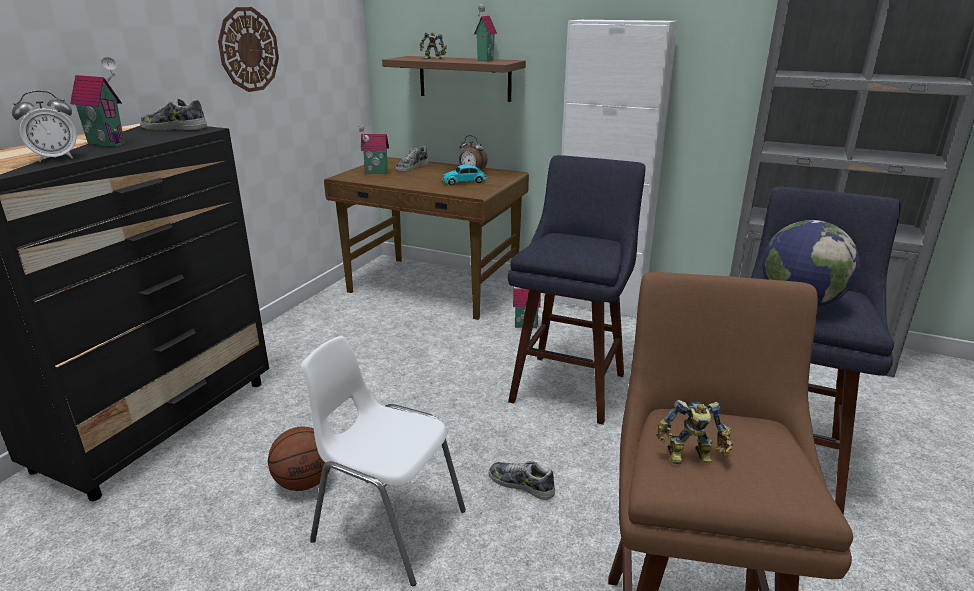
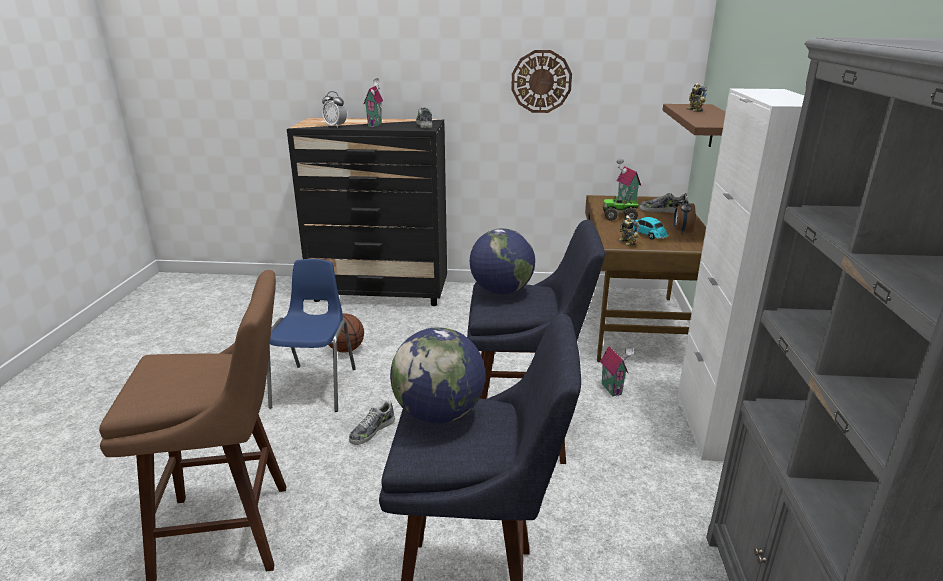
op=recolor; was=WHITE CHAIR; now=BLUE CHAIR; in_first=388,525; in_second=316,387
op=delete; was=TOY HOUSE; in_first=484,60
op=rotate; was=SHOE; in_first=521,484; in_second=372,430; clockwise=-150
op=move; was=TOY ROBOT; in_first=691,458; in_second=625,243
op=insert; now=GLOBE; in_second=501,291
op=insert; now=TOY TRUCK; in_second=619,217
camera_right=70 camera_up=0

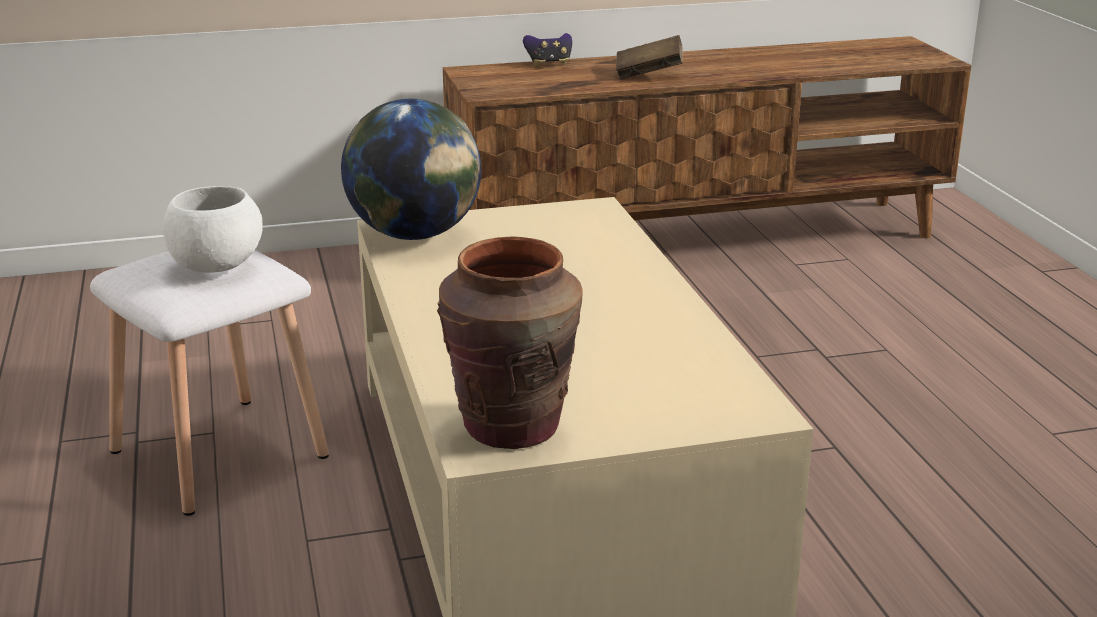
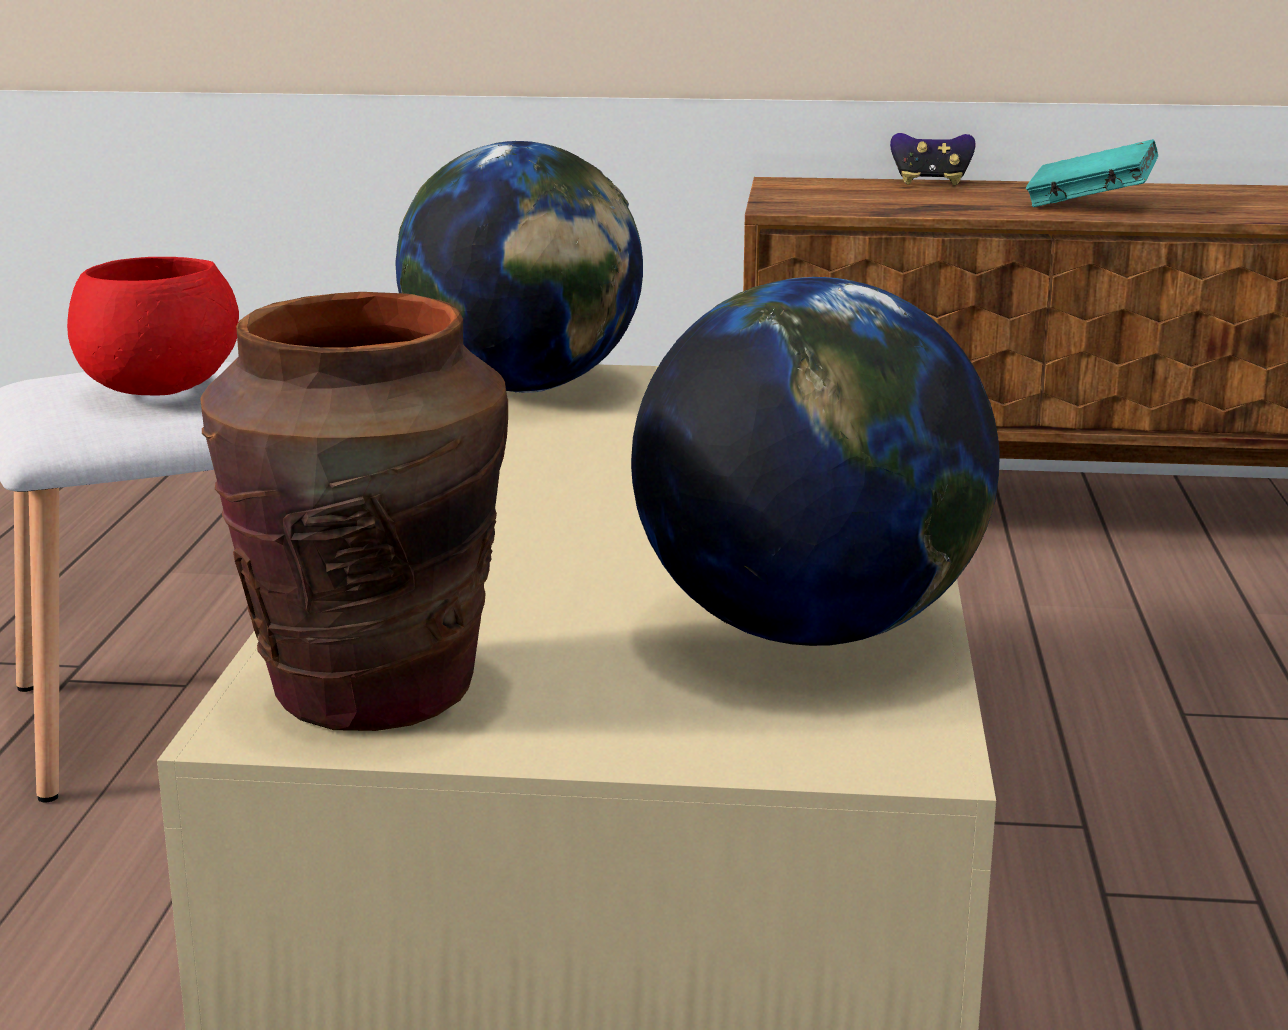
op=recolor; was=WHITE BOWL; now=RED BOWL; in_first=218,267; in_second=162,391
op=recolor; was=BROWN BOOK; now=TURQUOISE BOOK; in_first=648,75; in_second=1089,205
op=insert; now=GLOBE; in_second=808,632
camera_right=20 camera_up=-5

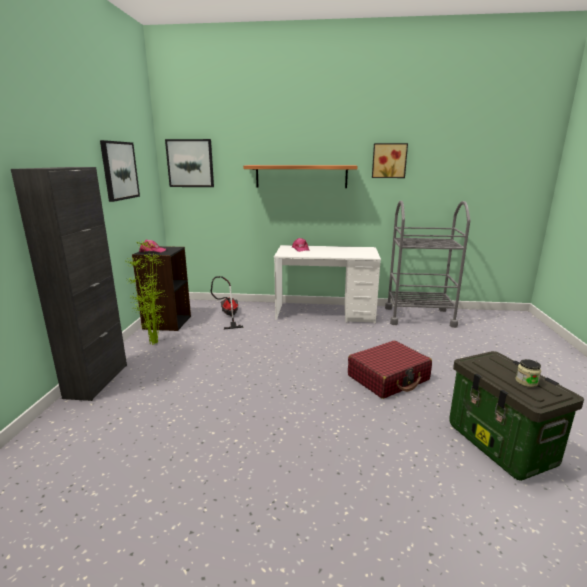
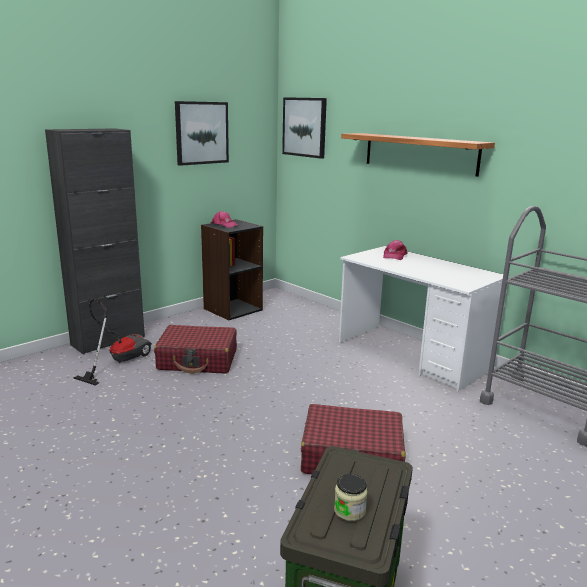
op=delete; was=POTTED PLANT; in_first=155,343
op=move; was=VACUUM CLEANER; in_first=228,316; in_second=118,361
op=delete; was=PICTURE; in_first=389,160
op=insert; now=RED SUITCASE; in_second=198,360
camera_right=40 camera_up=0

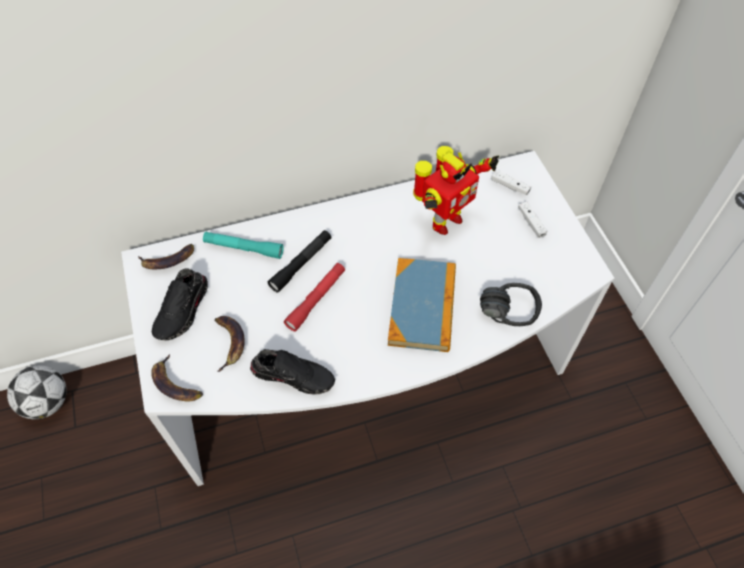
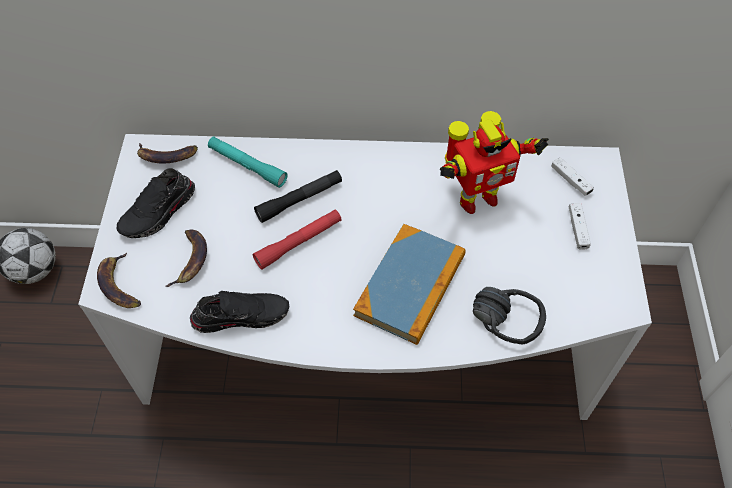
op=rotate; was=BLACK SHOE; in_first=294,374; in_second=241,315; clockwise=-45
camera_right=20 camera_up=0

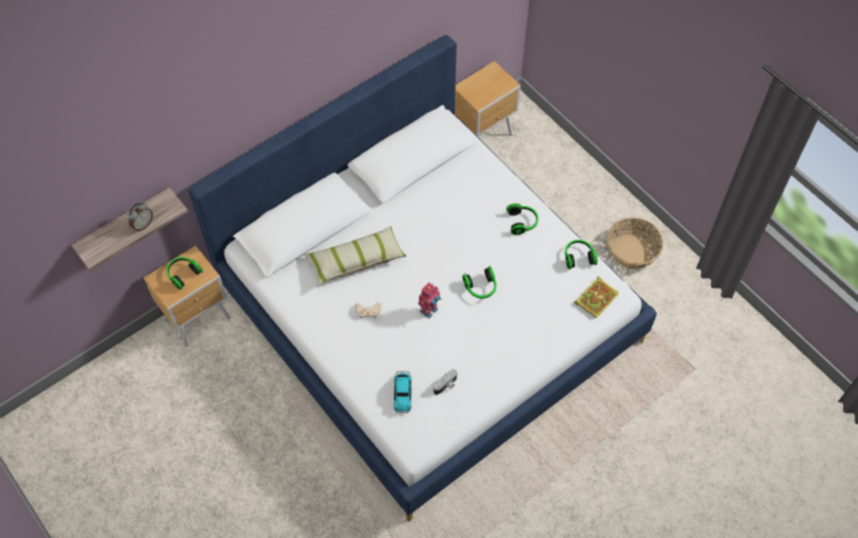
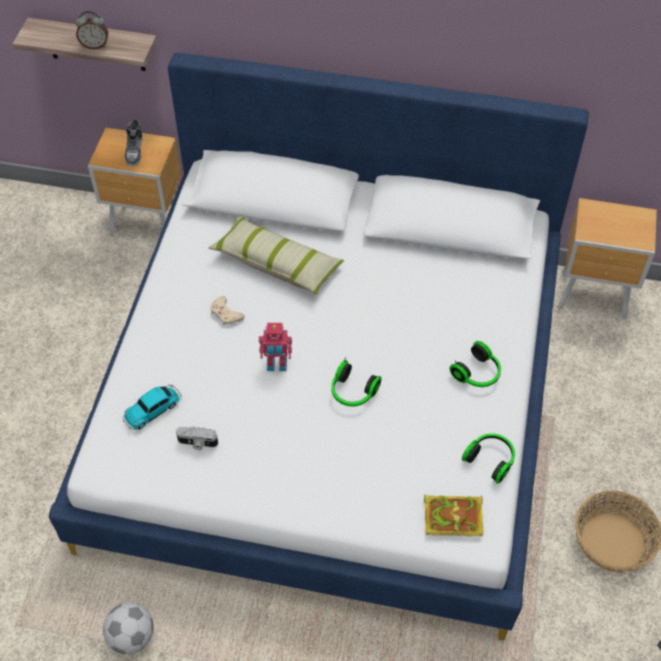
op=replace; was=HEADPHONES; now=SHOE; in_first=183,274; in_second=135,150
op=insert; now=FOOTBALL; in_second=131,637
camera_right=50 camera_up=-5

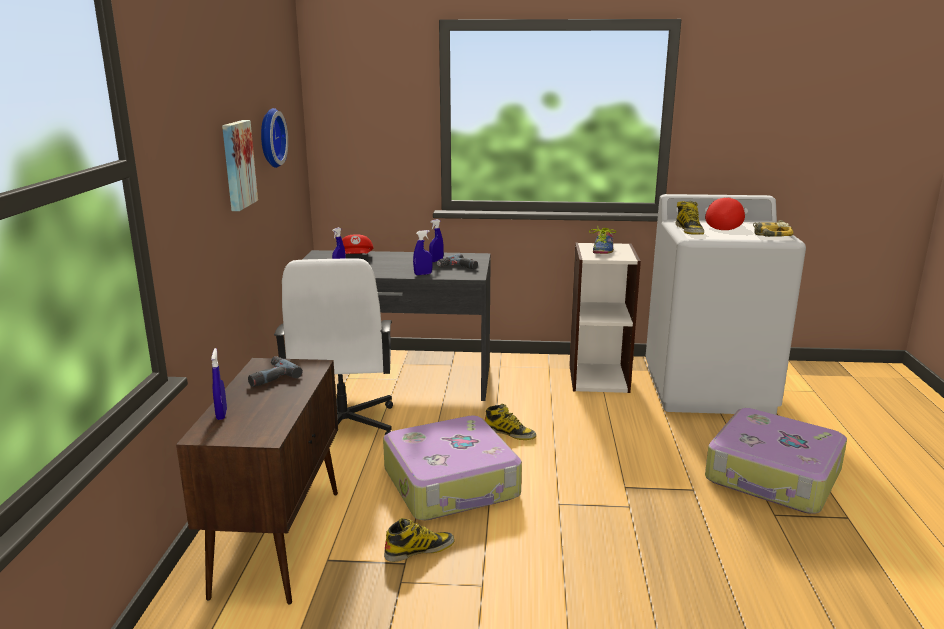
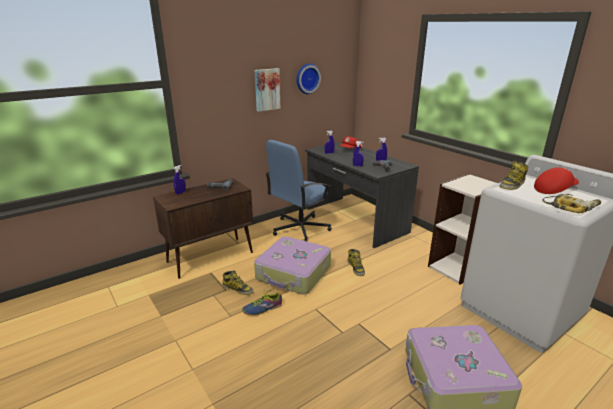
op=recolor; was=WHITE OFFICE CHAIR; now=BLUE OFFICE CHAIR; in_first=342,426; in_second=299,229
op=move; was=SHOE; in_first=603,249; in_second=263,308
camera_right=50 camera_up=5

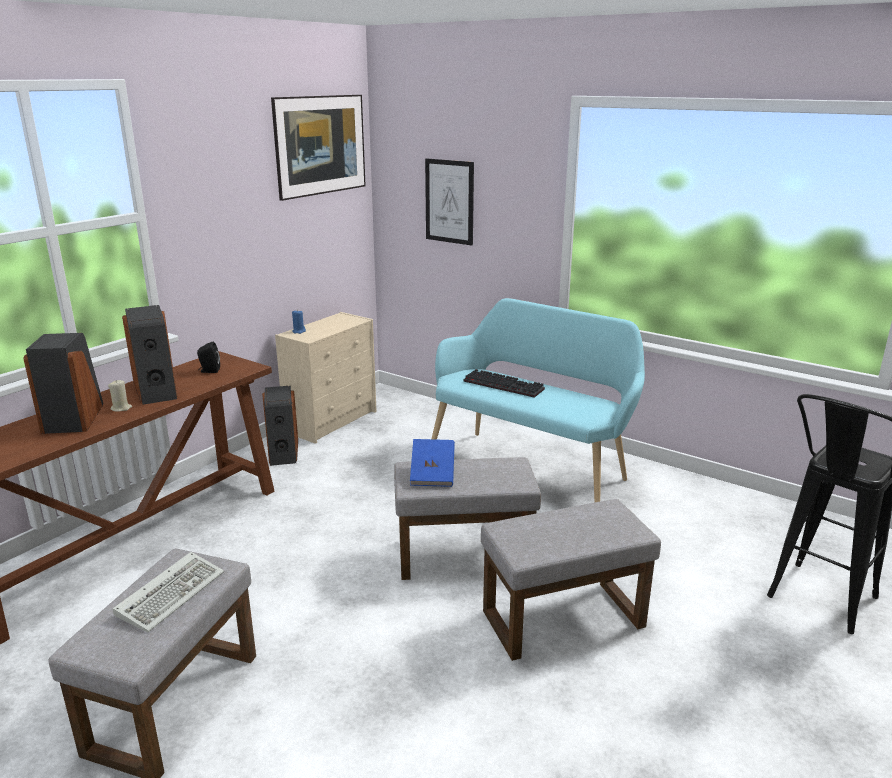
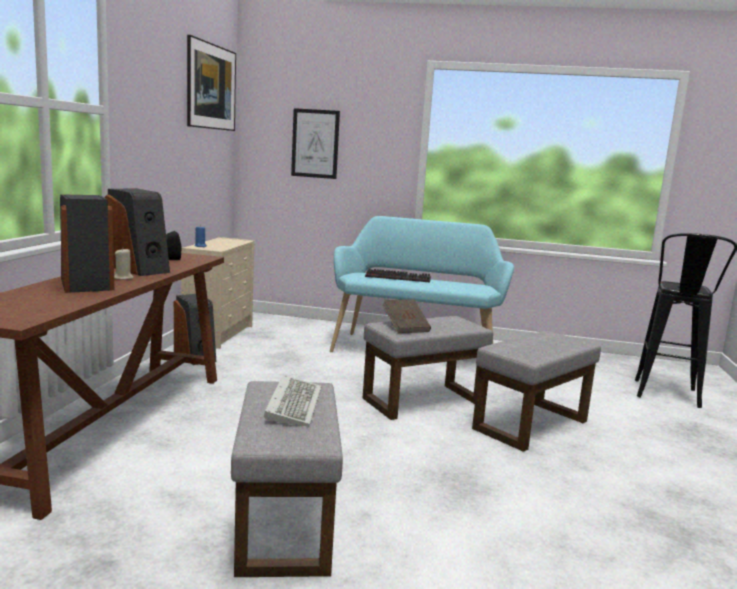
op=recolor; was=BLUE BOOK; now=BROWN BOOK; in_first=432,475; in_second=405,327
camera_right=-25 camera_up=-10

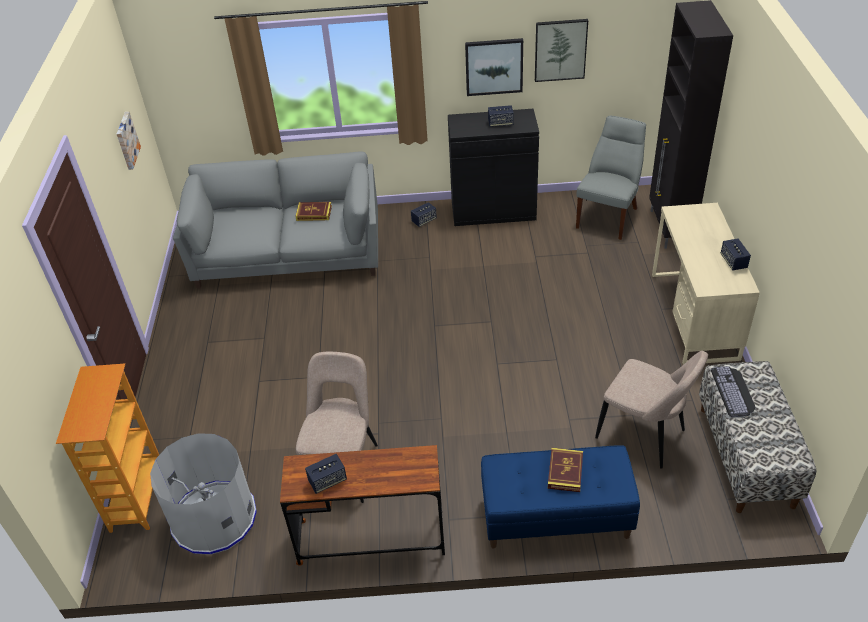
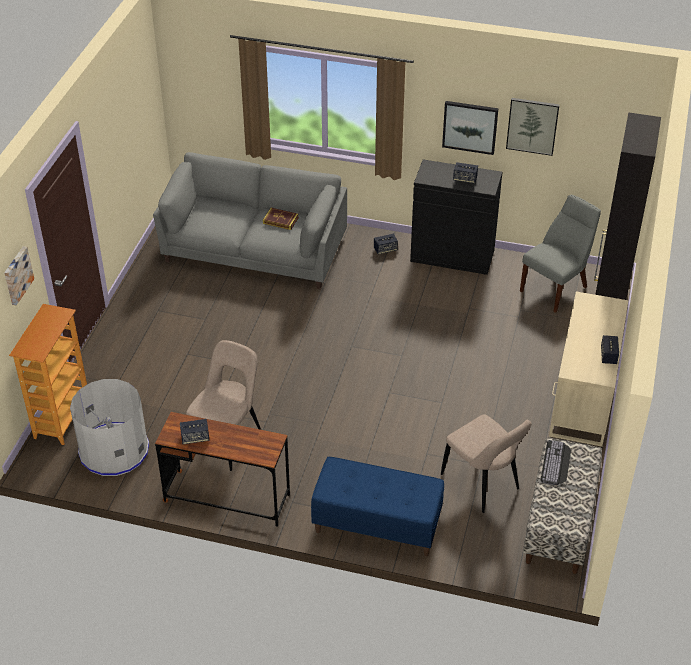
op=move; was=PICTURE; in_first=126,140; in_second=17,275
op=delete; was=BOOK; in_first=565,471
camera_right=15 camera_up=0

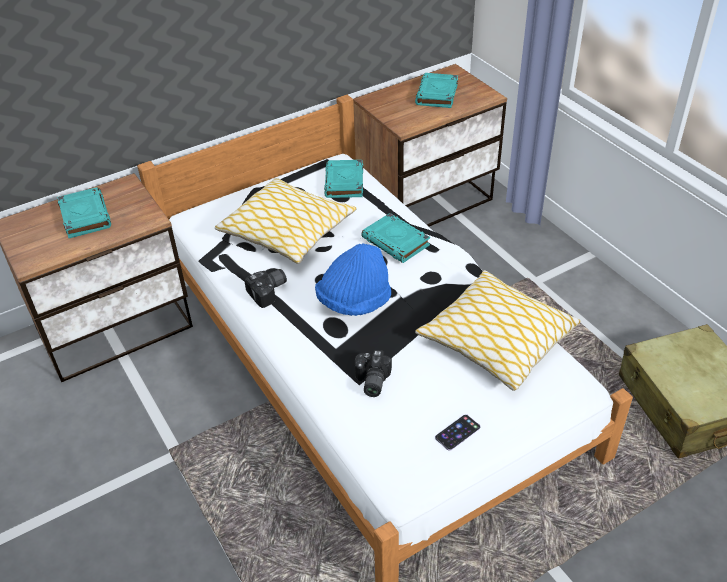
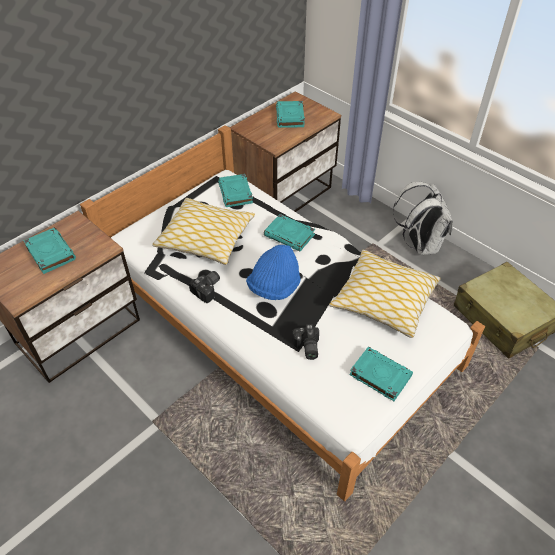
op=replace; was=PHONE; now=TURQUOISE BOOK; in_first=457,432; in_second=379,375
op=insert; now=WHITE BACKPACK; in_second=419,244
camera_right=-15 camera_up=5

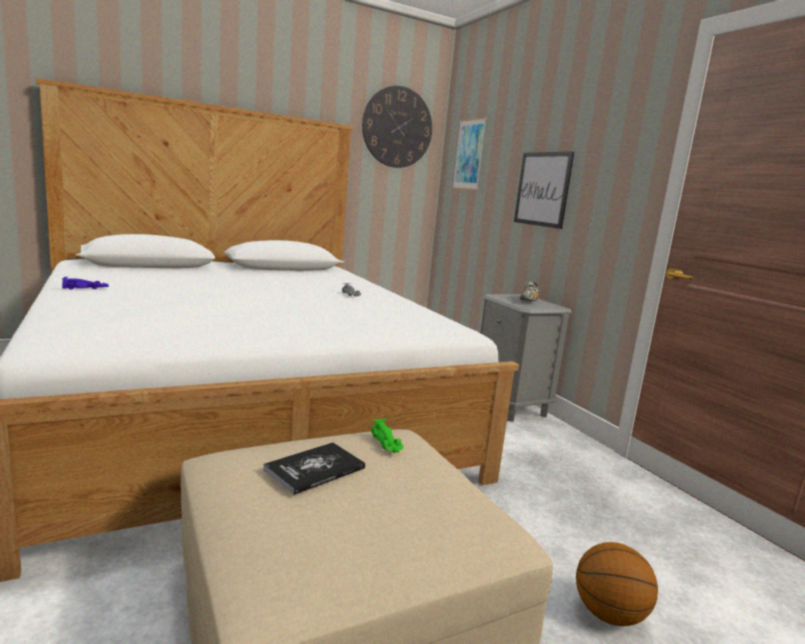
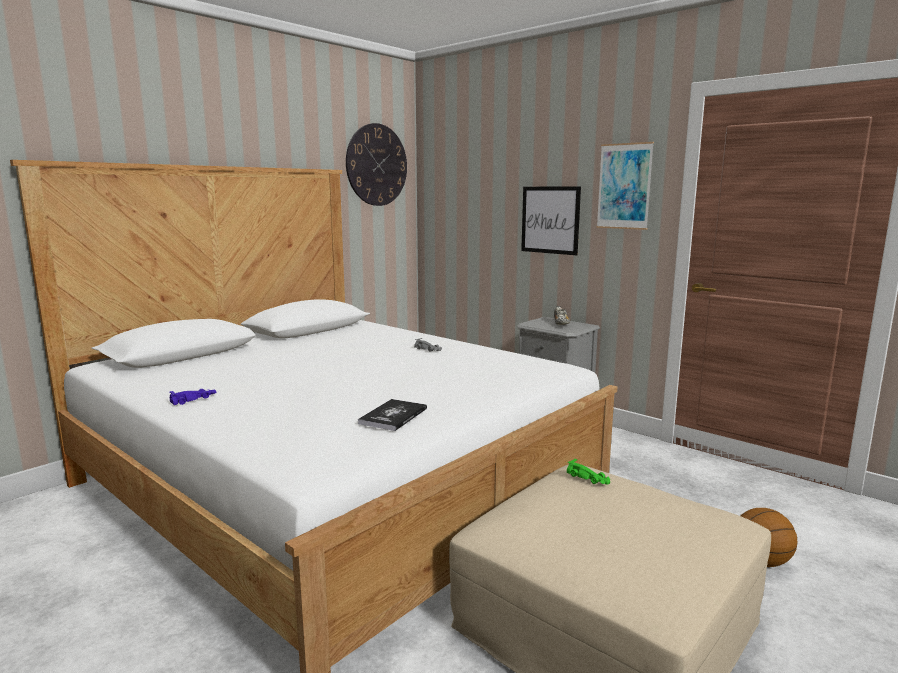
op=move; was=BOOK; in_first=315,469; in_second=393,416
op=move; was=PICTURE; in_first=469,154; in_second=624,186
camera_right=-20 camera_up=0

